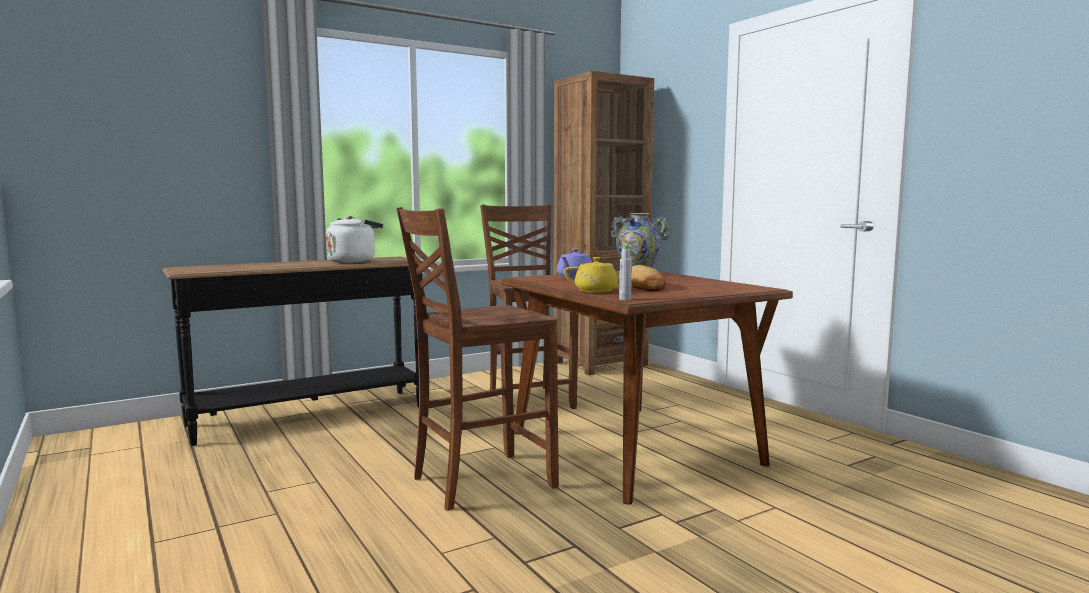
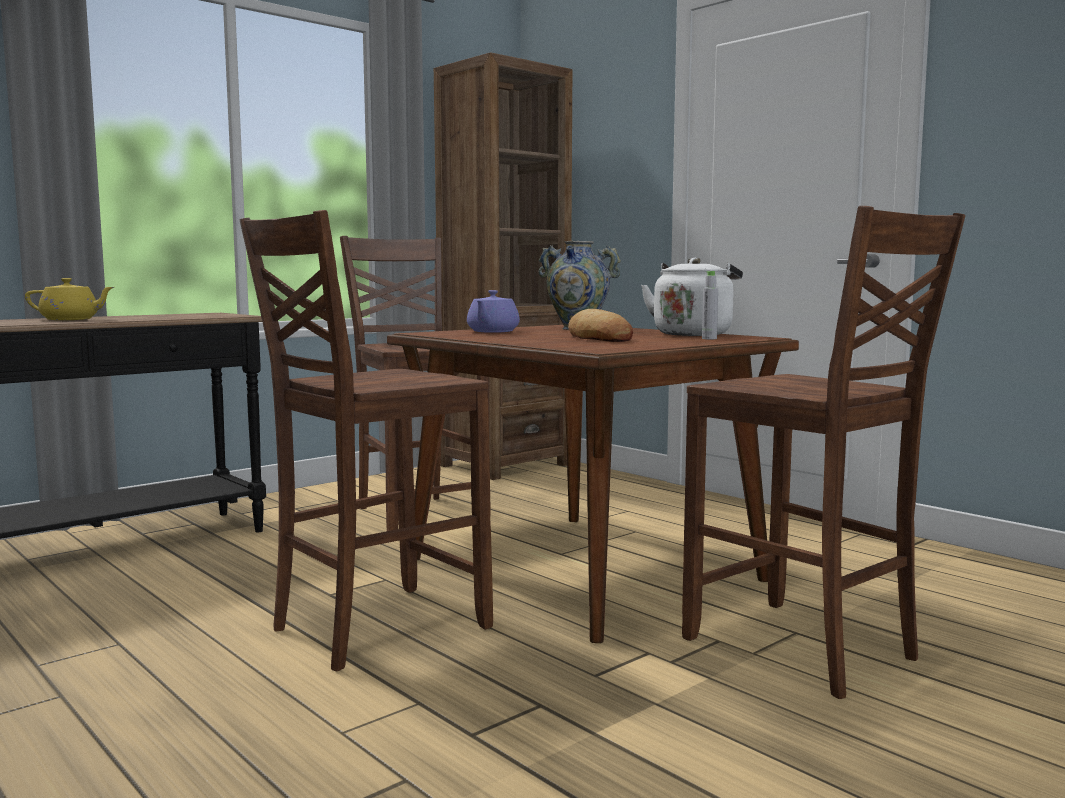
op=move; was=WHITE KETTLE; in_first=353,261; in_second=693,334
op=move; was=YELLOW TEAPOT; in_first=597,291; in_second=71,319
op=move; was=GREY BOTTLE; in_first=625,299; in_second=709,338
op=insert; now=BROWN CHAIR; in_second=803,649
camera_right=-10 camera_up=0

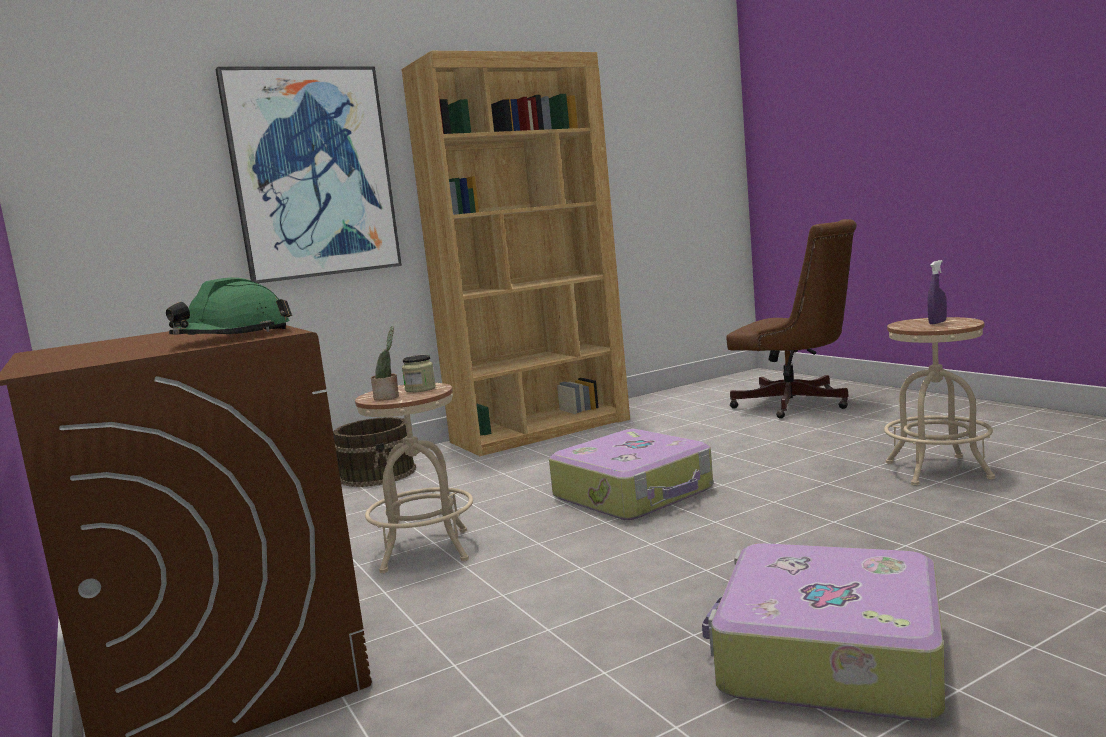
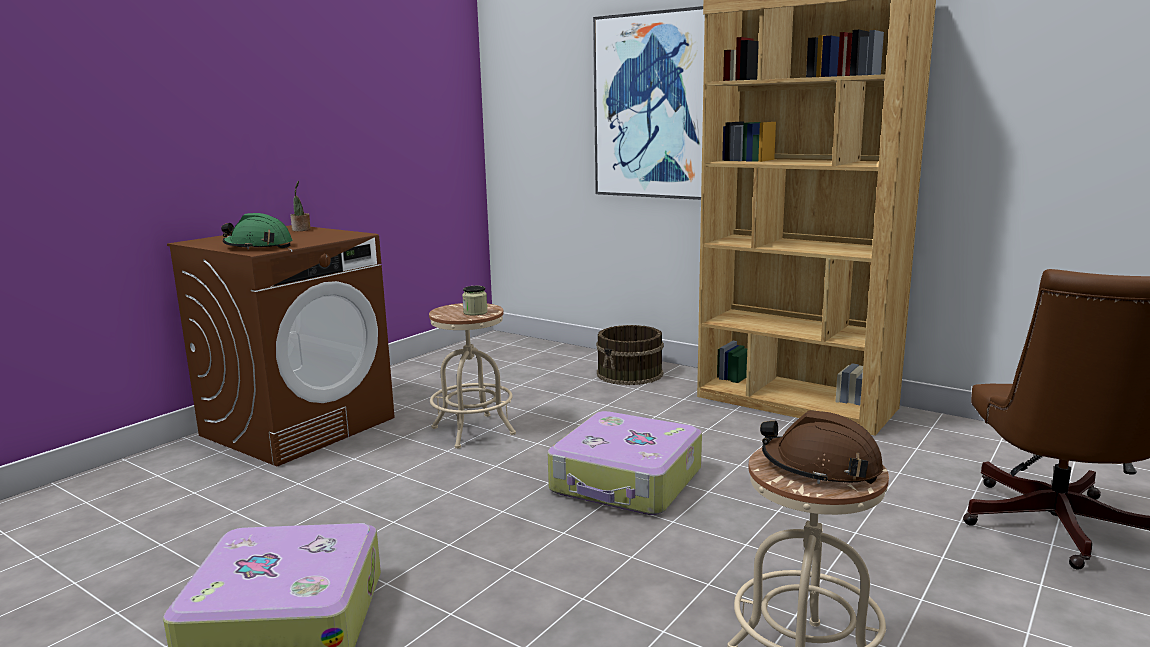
op=move; was=POTTED PLANT; in_first=388,397; in_second=301,230
op=replace; was=PURPLE SPRAY BOTTLE; now=BROWN HARD HAT; in_first=937,322; in_second=821,468
camera_right=65 camera_up=5

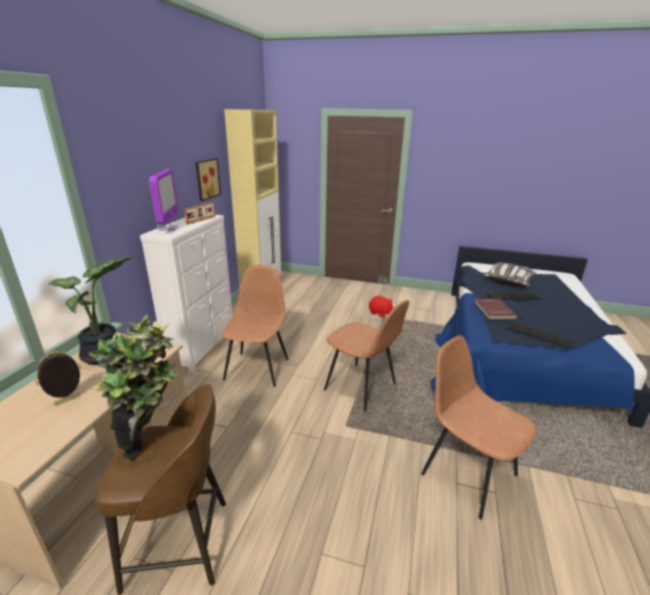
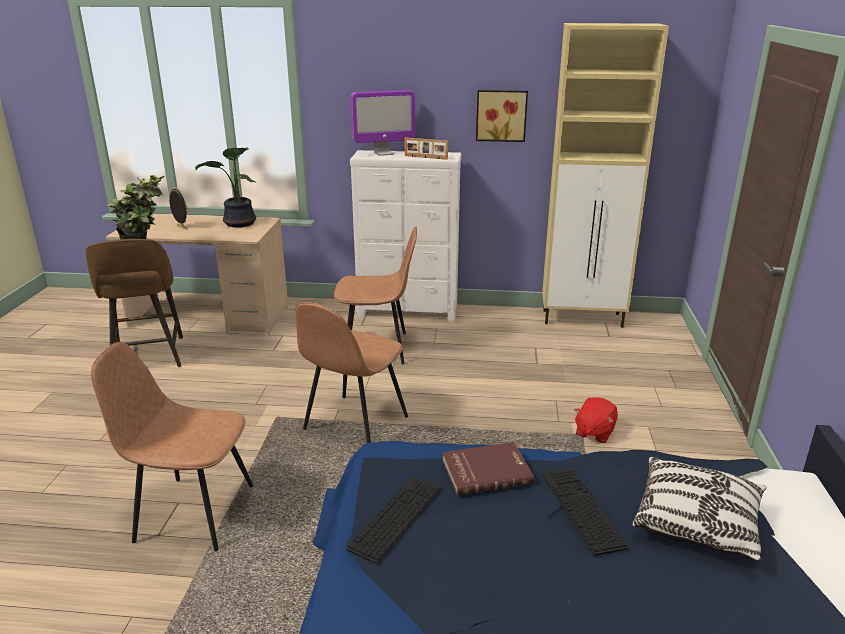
op=rotate; was=BROWN CHAIR; in_first=467,473; in_second=192,512; clockwise=-120
camera_right=80 camera_up=0

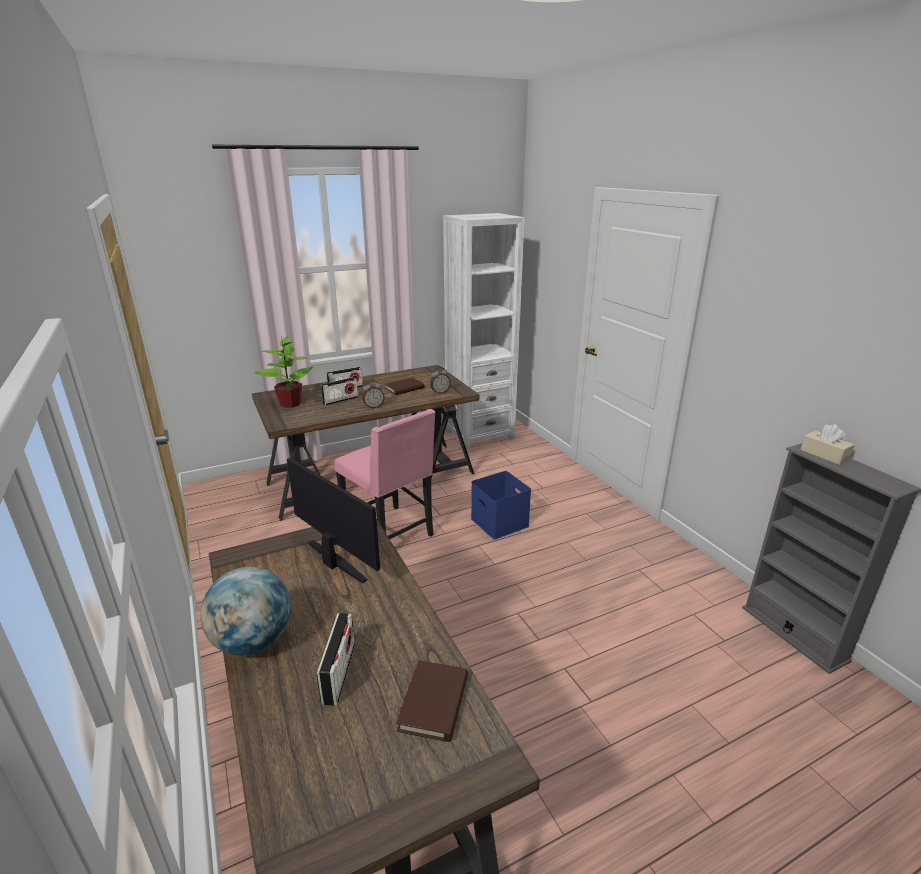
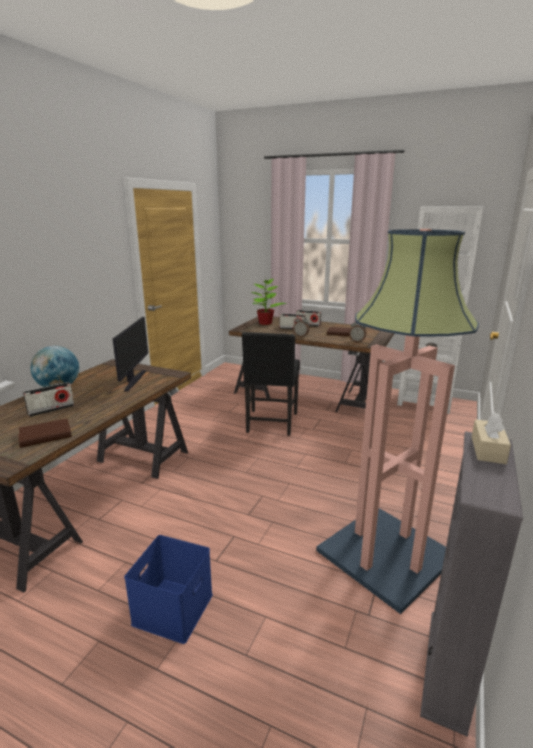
op=recolor; was=PINK CHAIR; now=BLACK CHAIR; in_first=391,533; in_second=271,423
op=move; was=BLUE STORAGE BOX; in_first=498,522; in_second=172,607
op=insert; now=FLOOR LAMP; in_second=385,554
camera_right=50 camera_up=-5

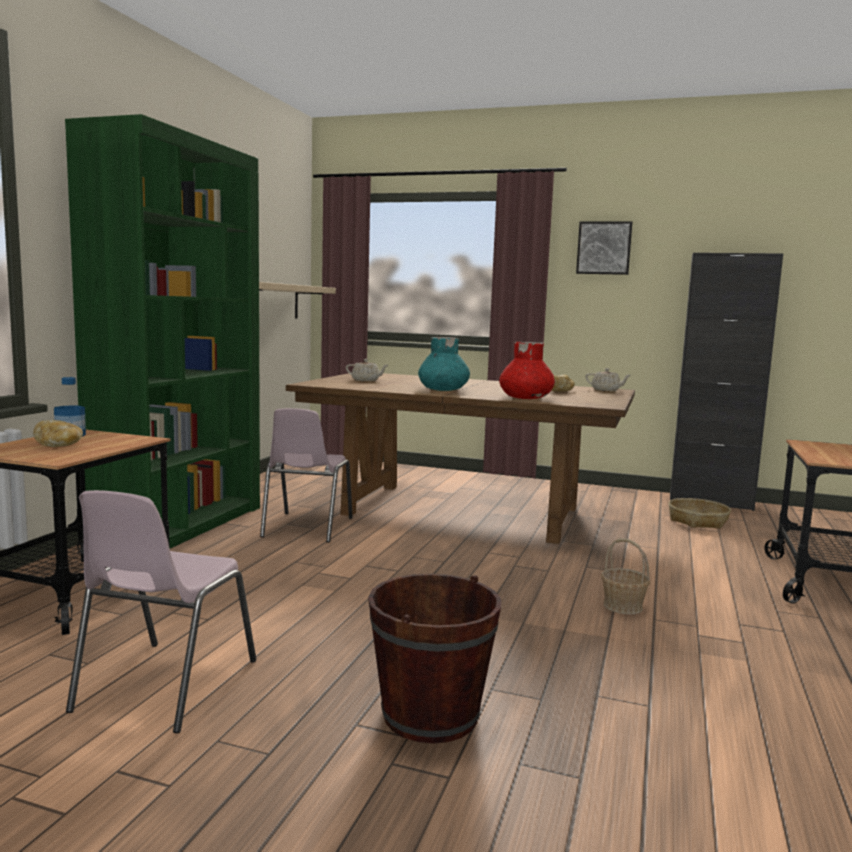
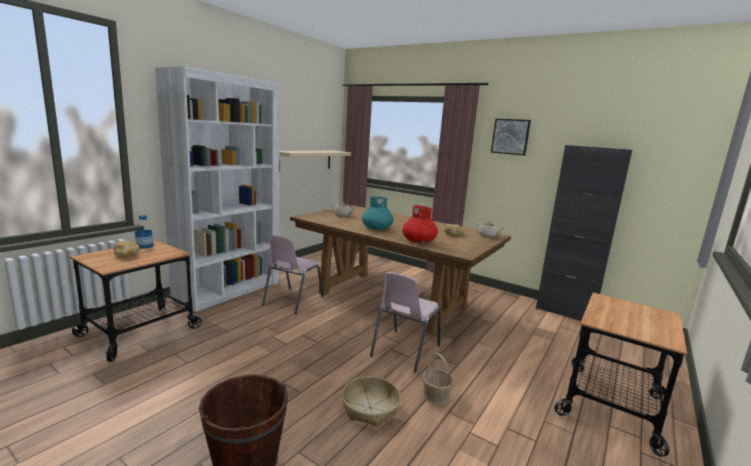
op=recolor; was=GREEN BOOKCASE; now=WHITE BOOKCASE; in_first=181,525; in_second=229,290
op=move; was=PINK CHAIR; in_first=163,686; in_second=404,351
op=move; was=BASKET; in_first=697,521; in_second=370,407
camera_right=15 camera_up=5

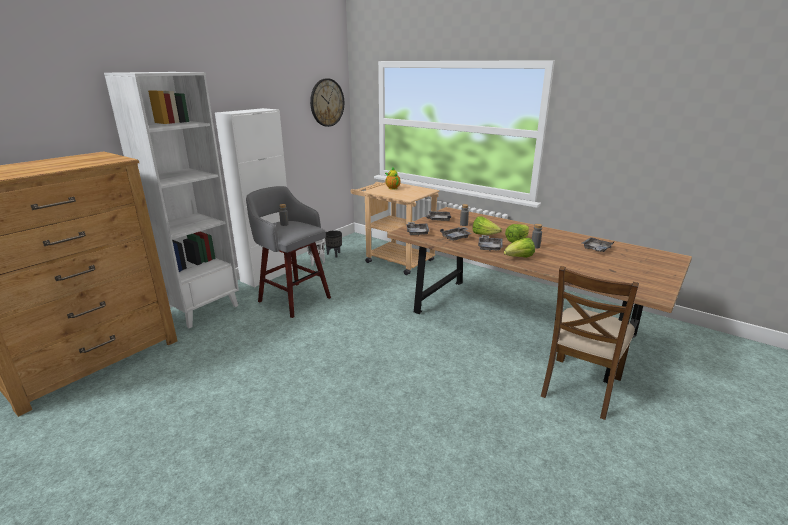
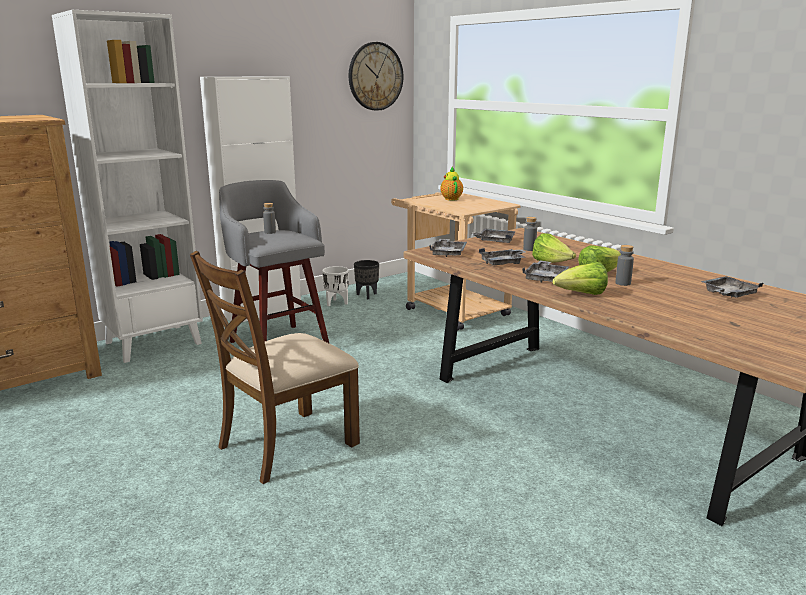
op=move; was=BROWN CHAIR; in_first=580,386; in_second=286,445
camera_right=15 camera_up=-5

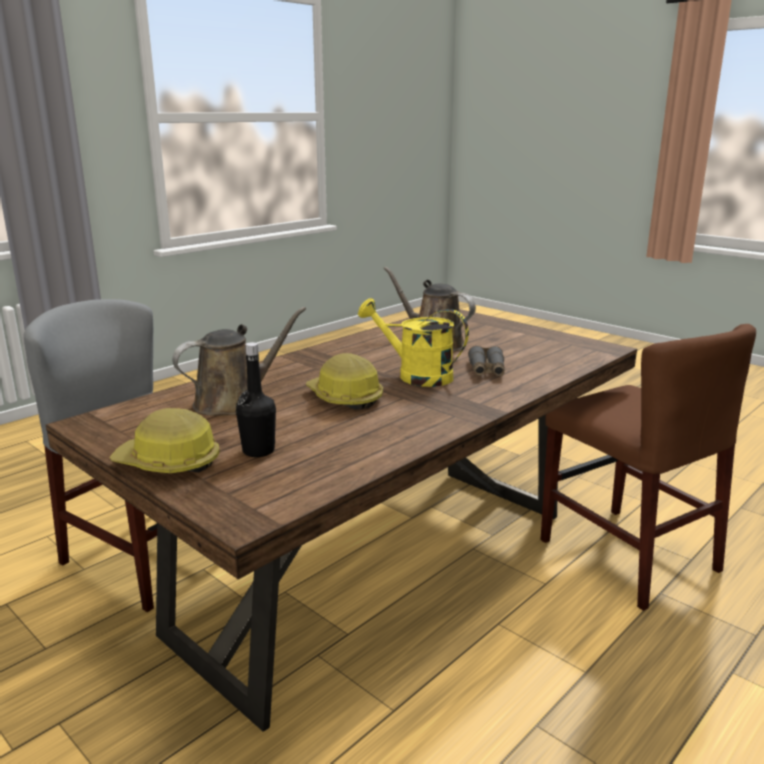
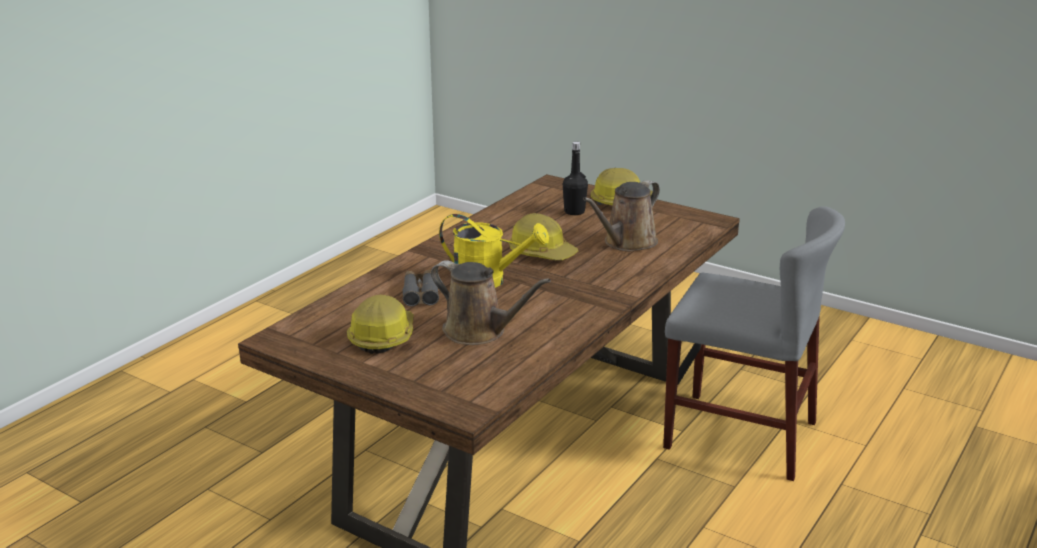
op=delete; was=BROWN CHAIR; in_first=627,555
op=insert; now=HARD HAT; in_second=382,336
camera_right=170 camera_up=5

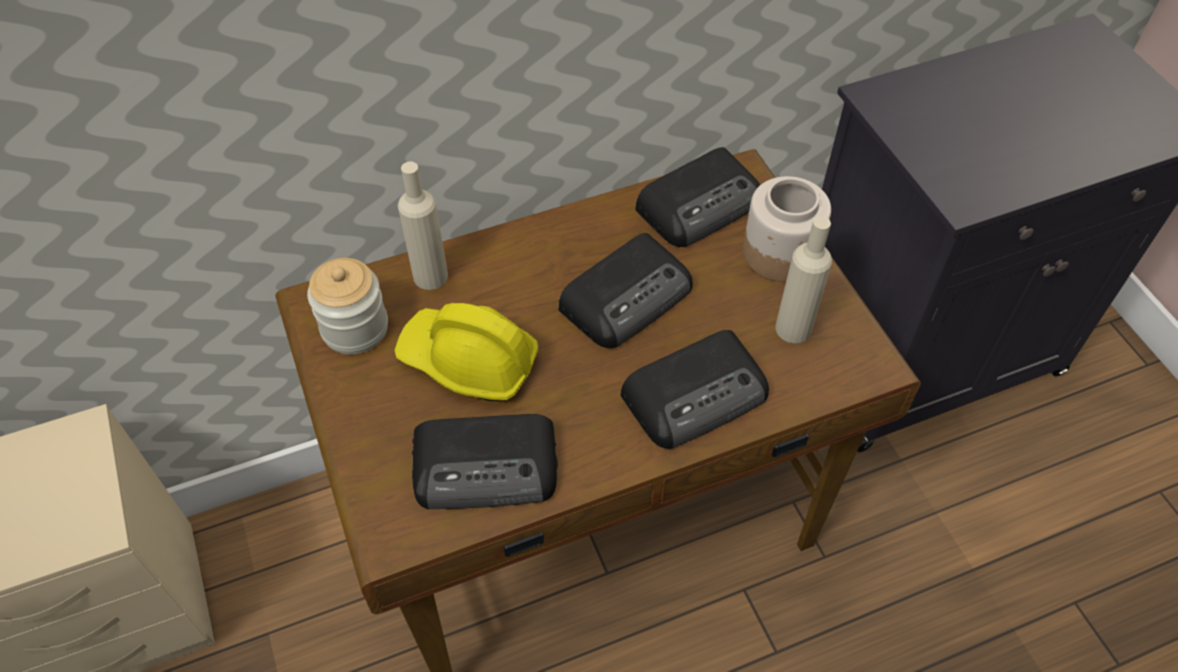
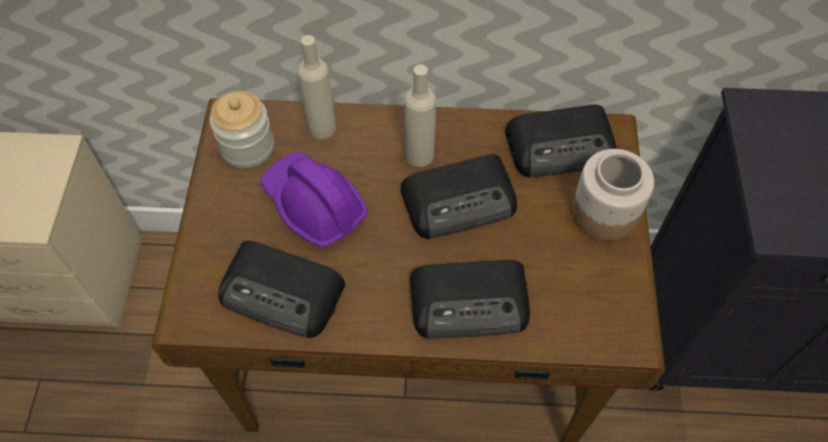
op=recolor; was=YELLOW HARD HAT; now=PURPLE HARD HAT; in_first=468,361; in_second=313,205
op=move; was=BEIGE BOTTLE; in_first=793,328; in_second=419,155
camera_right=25 camera_up=5

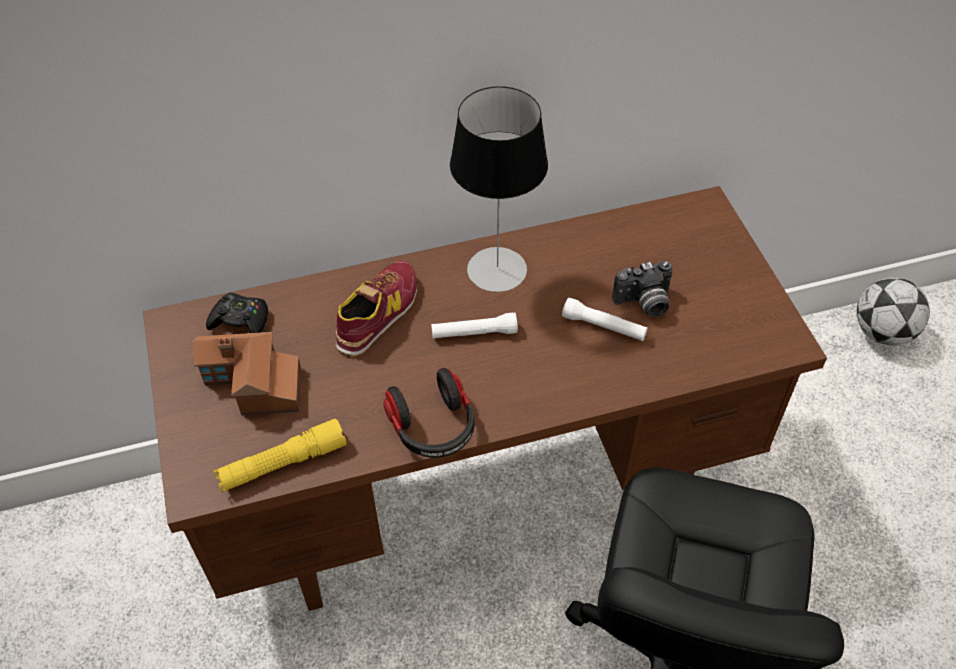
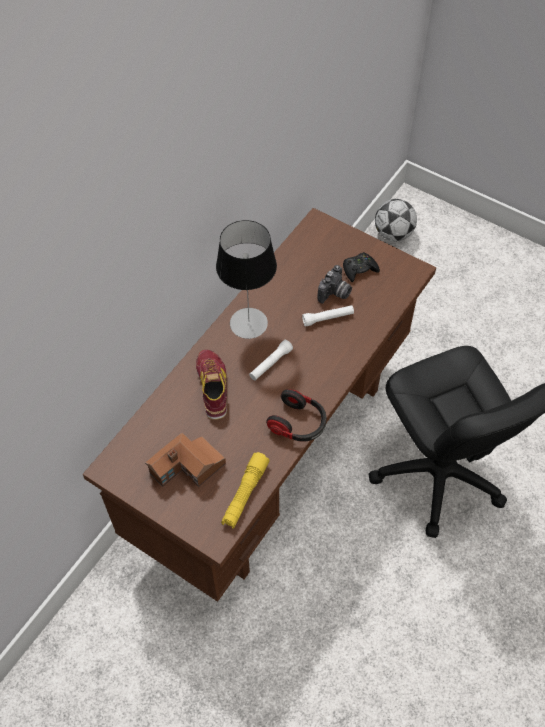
op=move; was=BLACK GAME CONTROLLER; in_first=240,320; in_second=359,269
camera_right=-40 camera_up=5

